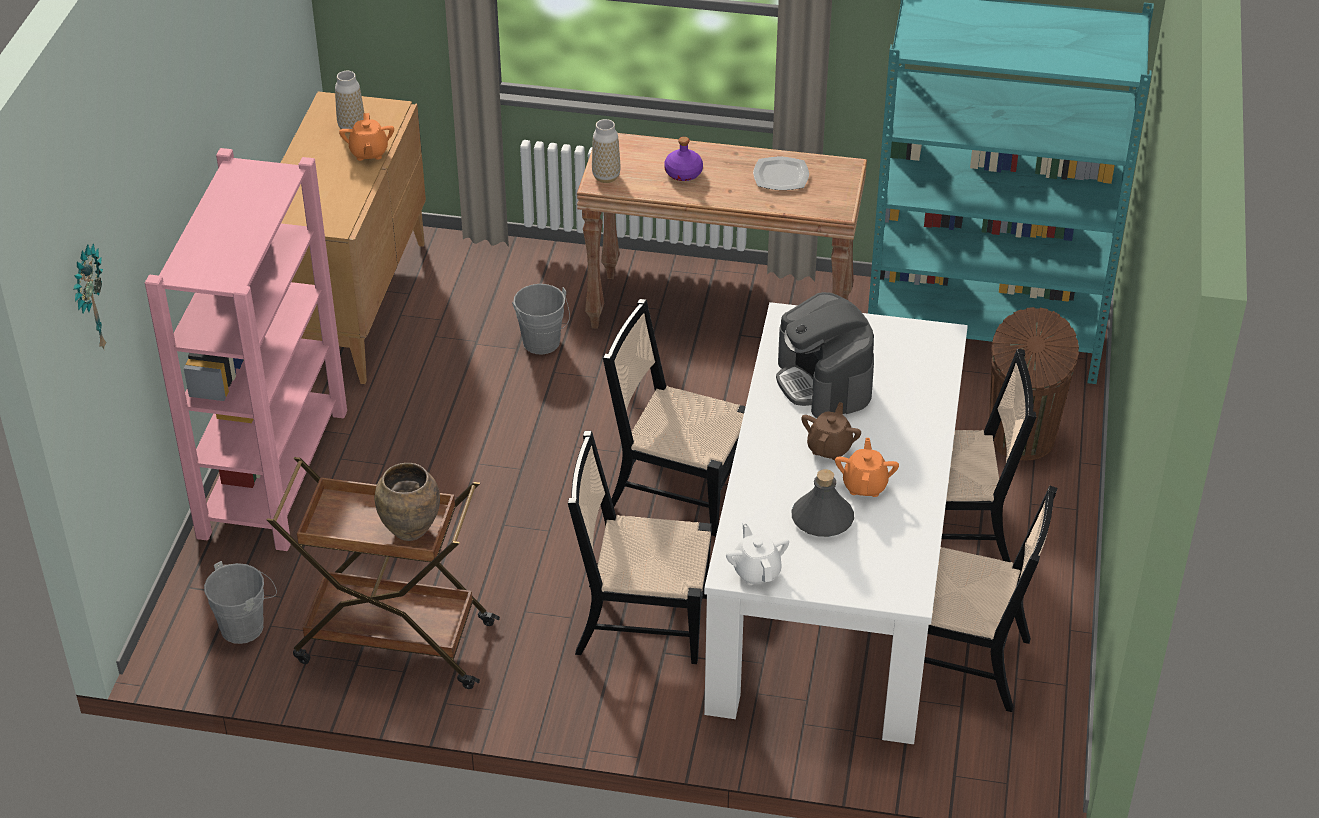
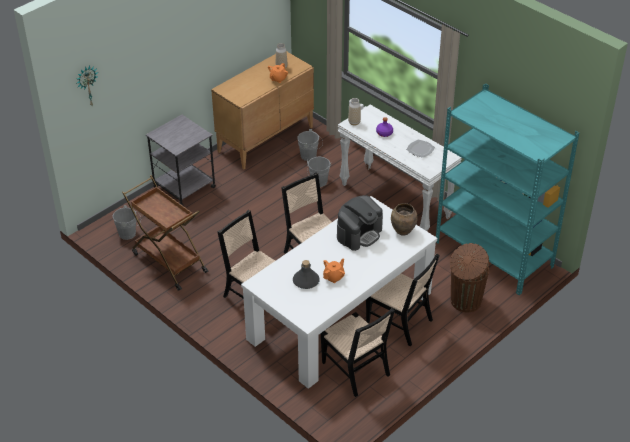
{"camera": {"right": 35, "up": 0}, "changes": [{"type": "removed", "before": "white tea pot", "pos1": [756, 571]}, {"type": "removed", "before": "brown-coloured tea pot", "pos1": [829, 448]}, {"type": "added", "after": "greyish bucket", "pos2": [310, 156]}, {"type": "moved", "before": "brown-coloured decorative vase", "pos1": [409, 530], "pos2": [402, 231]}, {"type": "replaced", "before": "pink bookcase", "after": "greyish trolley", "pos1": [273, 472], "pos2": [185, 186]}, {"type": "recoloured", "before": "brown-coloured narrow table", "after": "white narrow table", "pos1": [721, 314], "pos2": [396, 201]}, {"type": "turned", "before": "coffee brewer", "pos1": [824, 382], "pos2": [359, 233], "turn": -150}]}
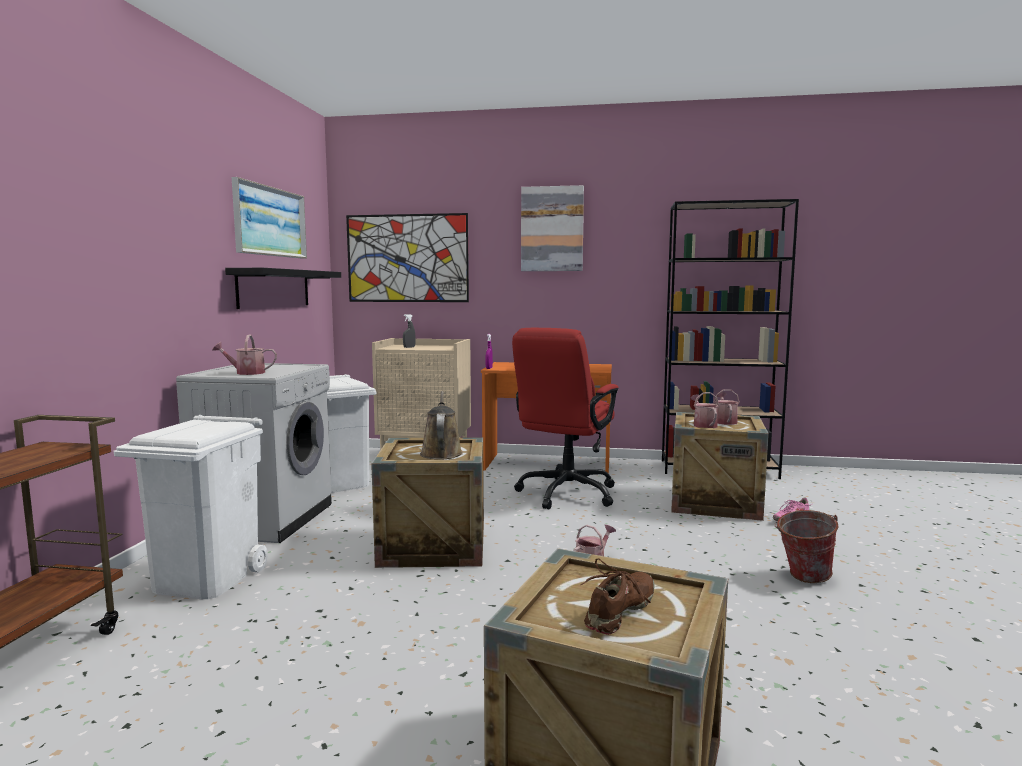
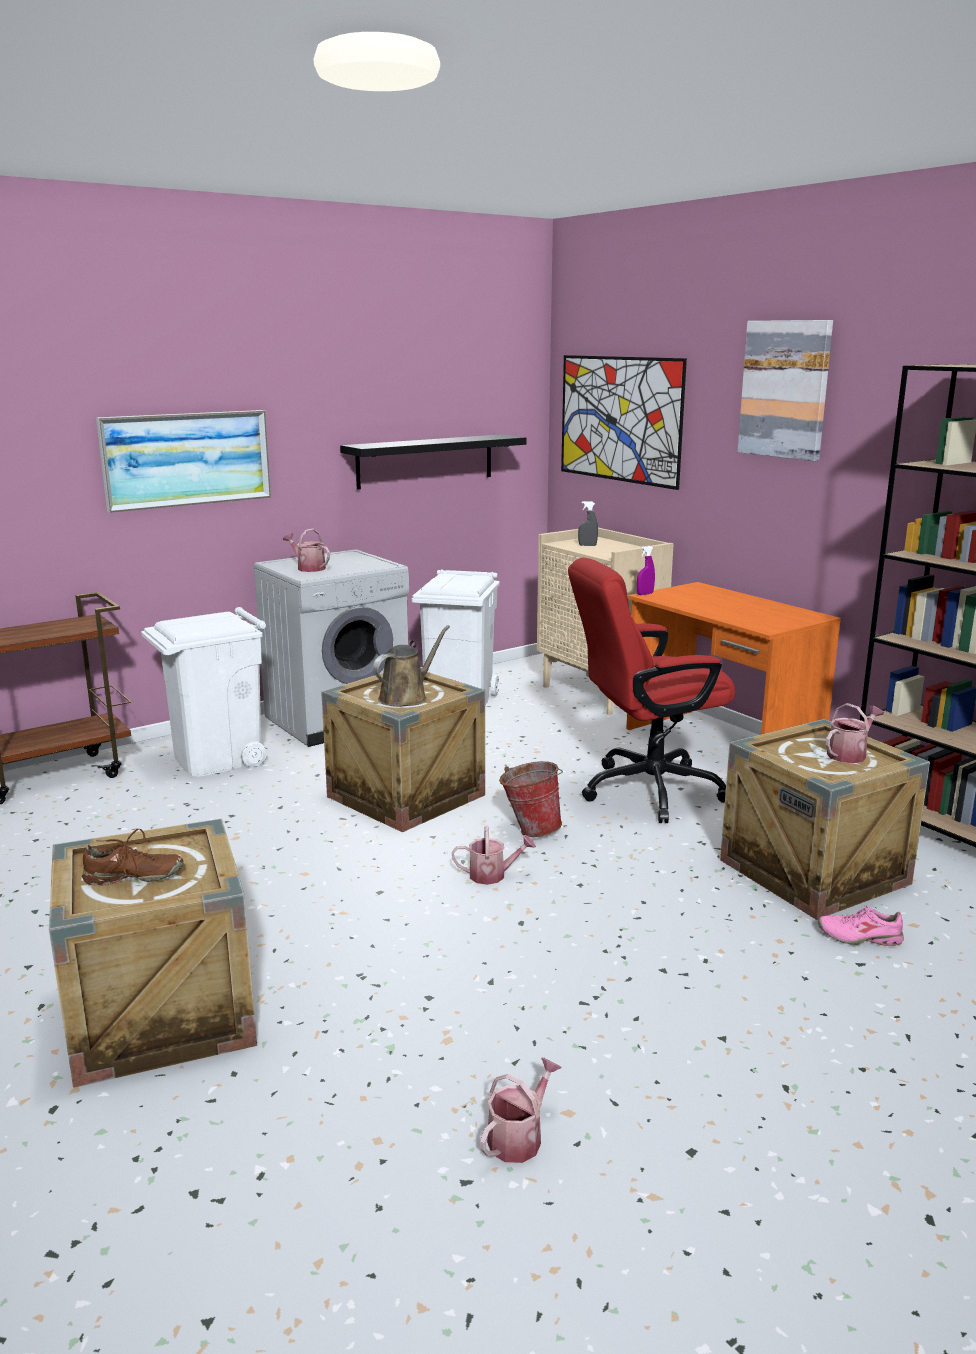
{"camera": {"right": 45, "up": 10}, "changes": [{"type": "moved", "before": "picture", "pos1": [270, 221], "pos2": [187, 459]}, {"type": "moved", "before": "watering pot", "pos1": [703, 425], "pos2": [519, 1137]}, {"type": "moved", "before": "bucket", "pos1": [802, 577], "pos2": [530, 829]}]}
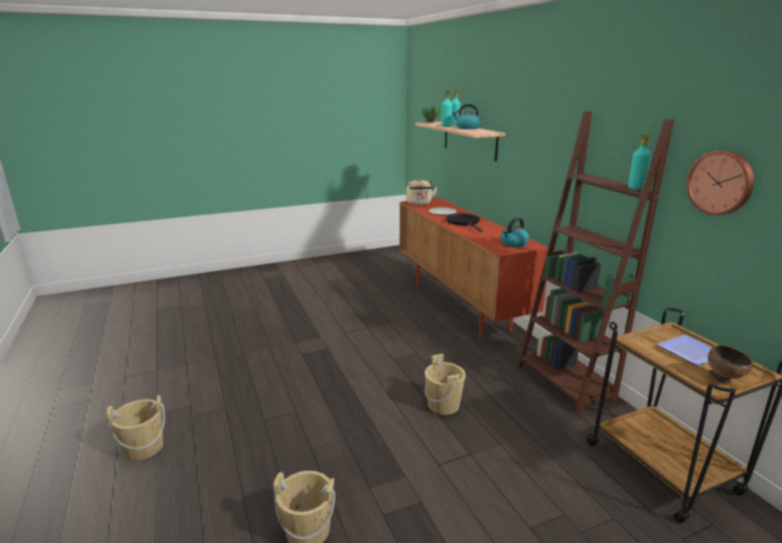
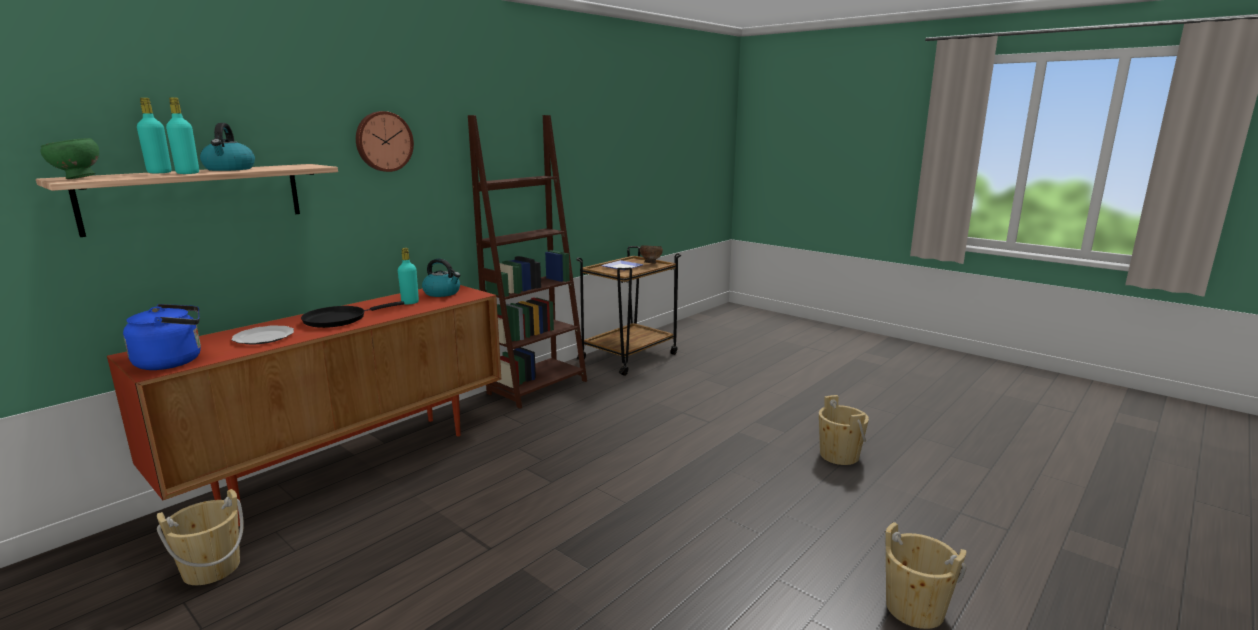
{"camera": {"right": -115, "up": -5}, "changes": [{"type": "moved", "before": "sand-coloured bucket", "pos1": [443, 405], "pos2": [211, 568]}, {"type": "moved", "before": "turquoise drink bottle", "pos1": [635, 188], "pos2": [410, 302]}, {"type": "moved", "before": "hanging clock", "pos1": [721, 182], "pos2": [383, 141]}, {"type": "recoloured", "before": "sand-coloured kettle", "after": "blue kettle", "pos1": [419, 204], "pos2": [173, 361]}]}
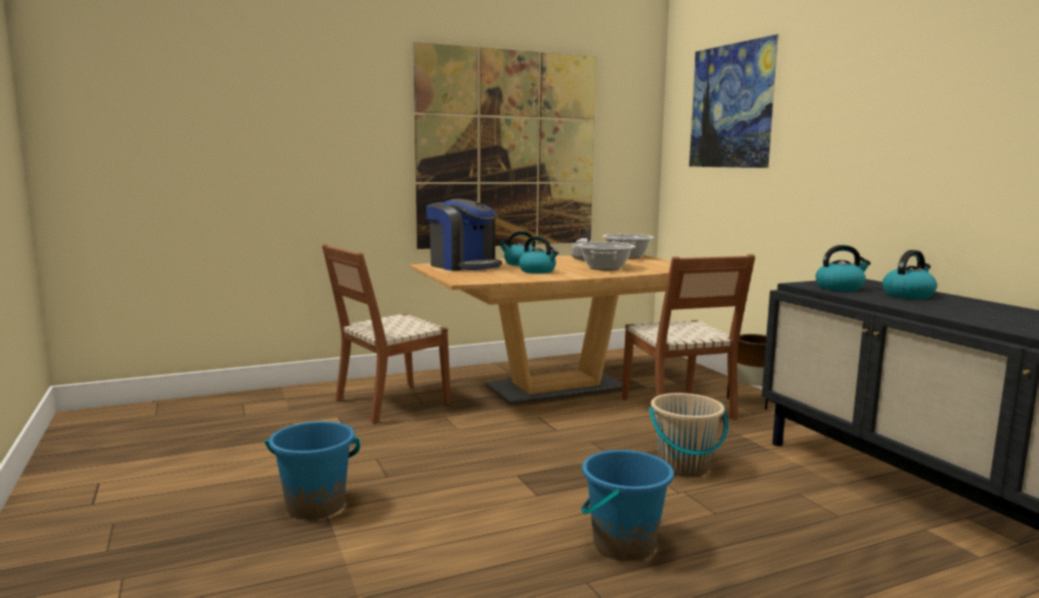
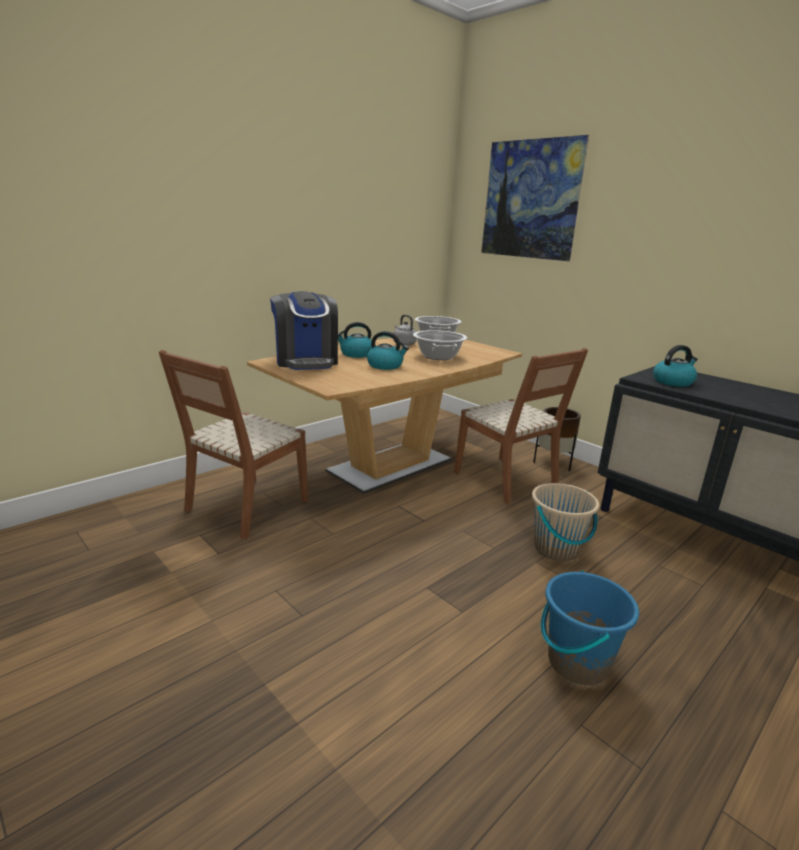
{"camera": {"right": -20, "up": 10}, "changes": [{"type": "removed", "before": "blue bucket", "pos1": [315, 506]}, {"type": "removed", "before": "picture", "pos1": [508, 150]}, {"type": "removed", "before": "kettle", "pos1": [908, 295]}, {"type": "turned", "before": "coffee brewer", "pos1": [464, 266], "pos2": [306, 361], "turn": 45}]}
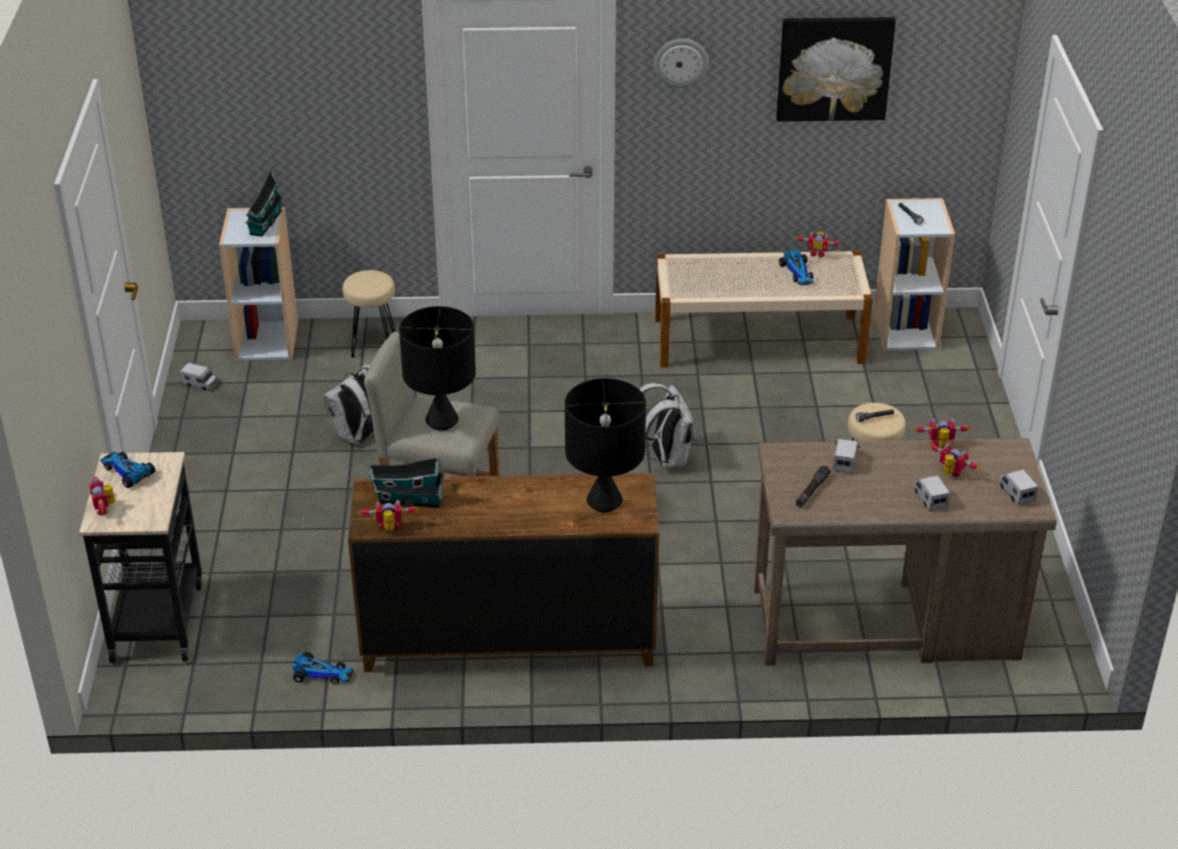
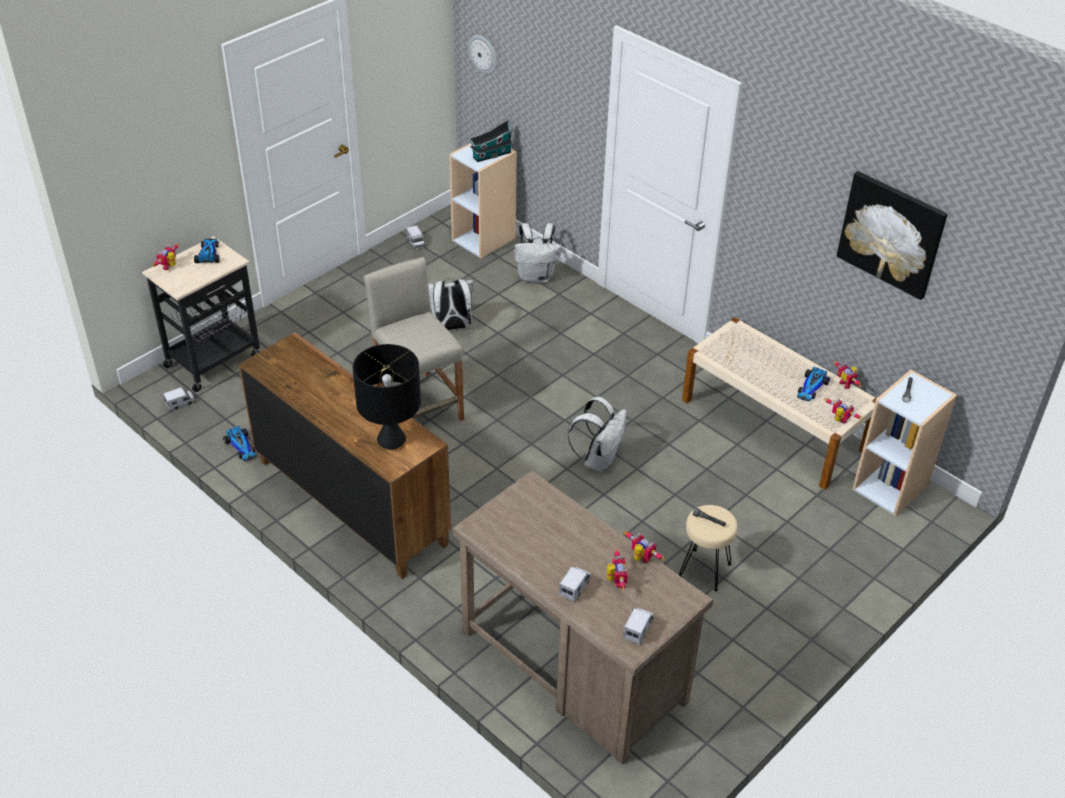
{"camera": {"right": 45, "up": 5}, "changes": [{"type": "removed", "before": "miniature house", "pos1": [408, 500]}, {"type": "removed", "before": "black lamp for a table", "pos1": [442, 422]}, {"type": "removed", "before": "black hand torch", "pos1": [811, 491]}, {"type": "moved", "before": "robot figure", "pos1": [389, 529], "pos2": [839, 421]}, {"type": "moved", "before": "hanging clock", "pos1": [681, 62], "pos2": [483, 54]}, {"type": "moved", "before": "toy truck", "pos1": [845, 461], "pos2": [180, 403]}, {"type": "replaced", "before": "sand-coloured stool seat", "after": "white backpack", "pos1": [373, 344], "pos2": [536, 276]}]}
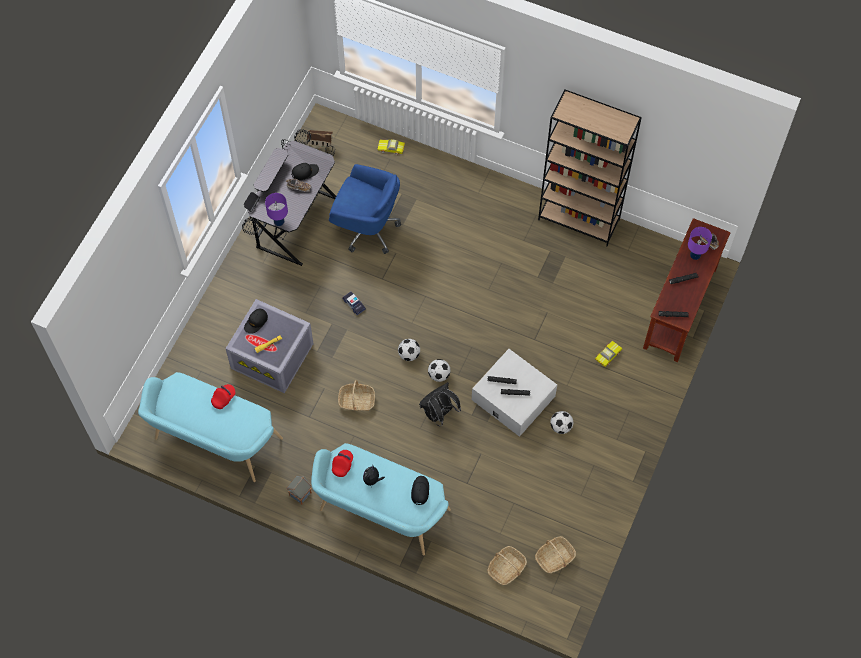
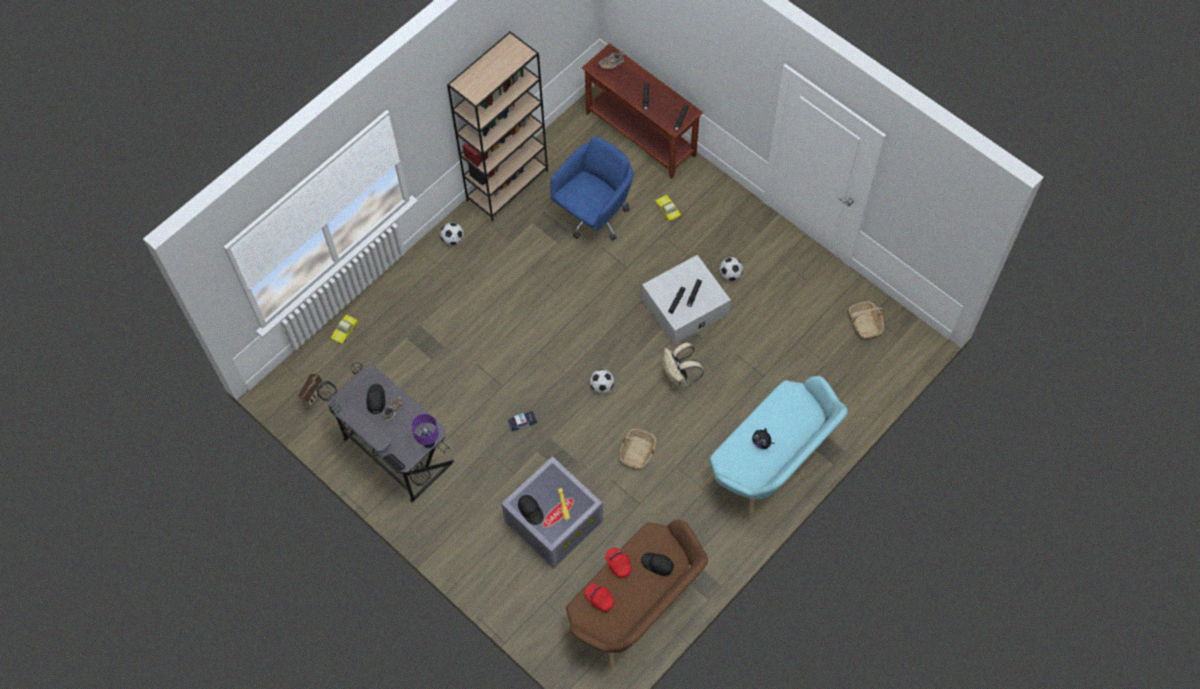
{"camera": {"right": -70, "up": 0}, "changes": [{"type": "removed", "before": "miniature house", "pos1": [300, 495]}, {"type": "removed", "before": "household basket", "pos1": [506, 568]}, {"type": "removed", "before": "purple-coloured lamp for a table", "pos1": [695, 256]}, {"type": "moved", "before": "blue desk chair", "pos1": [367, 230], "pos2": [594, 219]}, {"type": "moved", "before": "red cap", "pos1": [342, 465], "pos2": [599, 599]}, {"type": "moved", "before": "black cap", "pos1": [420, 491], "pos2": [657, 564]}, {"type": "moved", "before": "football", "pos1": [439, 375], "pos2": [453, 240]}, {"type": "recoloured", "before": "turquoise long seat", "after": "brown-coloured long seat", "pos1": [214, 442], "pos2": [637, 609]}, {"type": "recoloured", "before": "black backpack", "after": "sand-coloured backpack", "pos1": [439, 413], "pos2": [679, 378]}]}
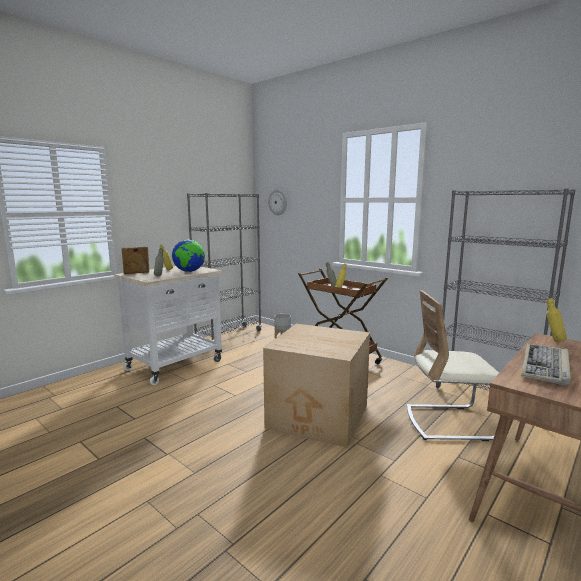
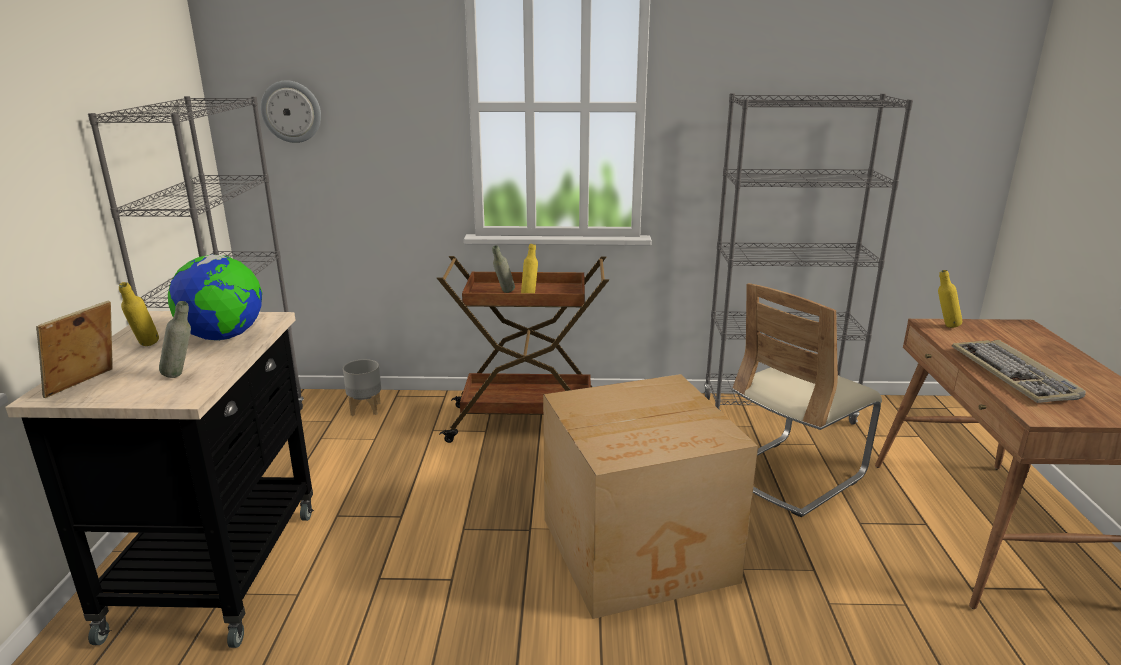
{"camera": {"right": -40, "up": 10}, "changes": [{"type": "recoloured", "before": "white trolley", "after": "black trolley", "pos1": [175, 365], "pos2": [216, 570]}]}
